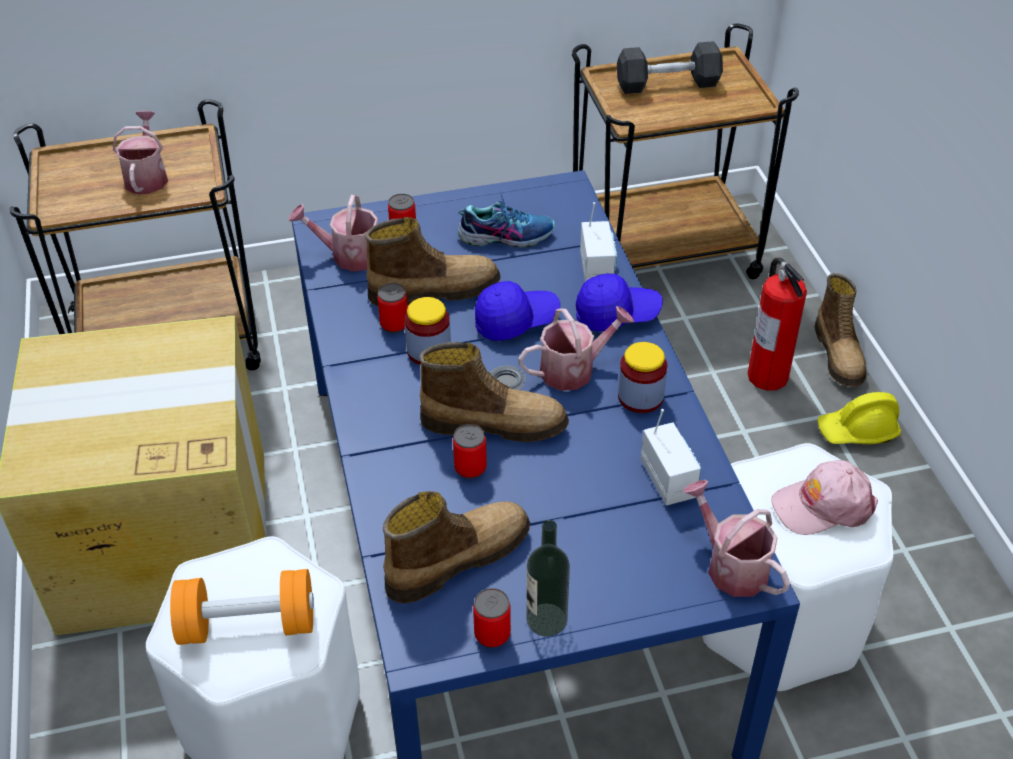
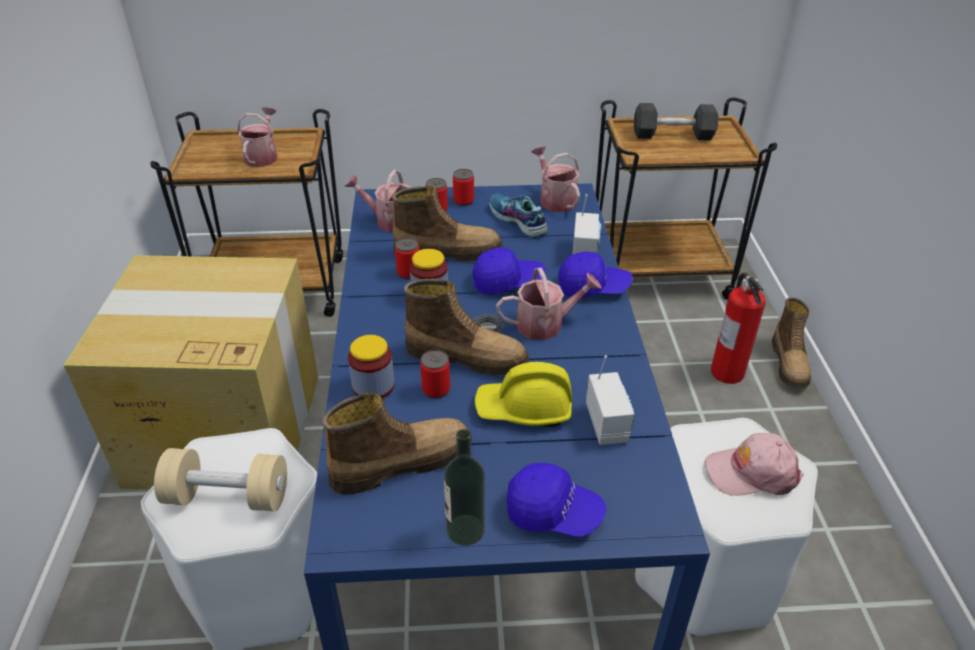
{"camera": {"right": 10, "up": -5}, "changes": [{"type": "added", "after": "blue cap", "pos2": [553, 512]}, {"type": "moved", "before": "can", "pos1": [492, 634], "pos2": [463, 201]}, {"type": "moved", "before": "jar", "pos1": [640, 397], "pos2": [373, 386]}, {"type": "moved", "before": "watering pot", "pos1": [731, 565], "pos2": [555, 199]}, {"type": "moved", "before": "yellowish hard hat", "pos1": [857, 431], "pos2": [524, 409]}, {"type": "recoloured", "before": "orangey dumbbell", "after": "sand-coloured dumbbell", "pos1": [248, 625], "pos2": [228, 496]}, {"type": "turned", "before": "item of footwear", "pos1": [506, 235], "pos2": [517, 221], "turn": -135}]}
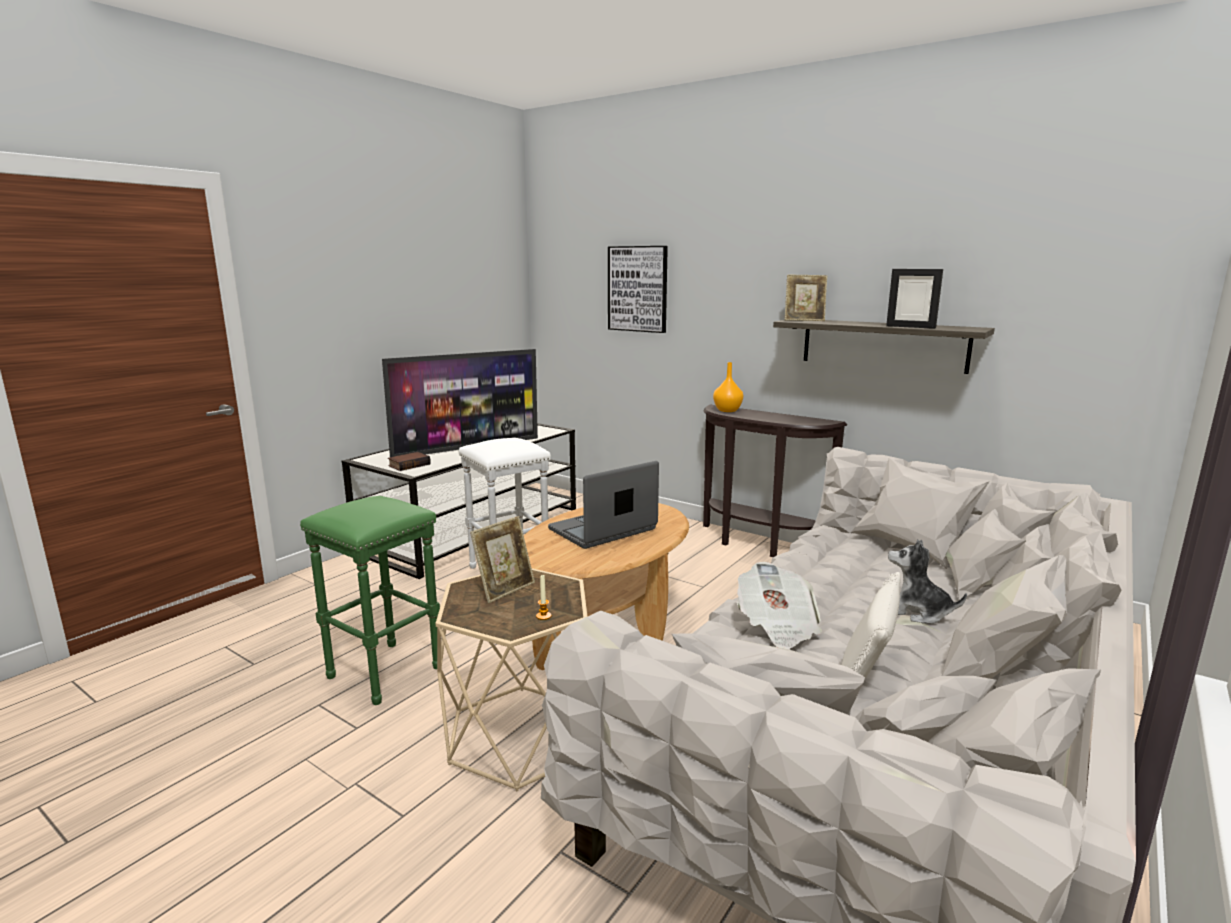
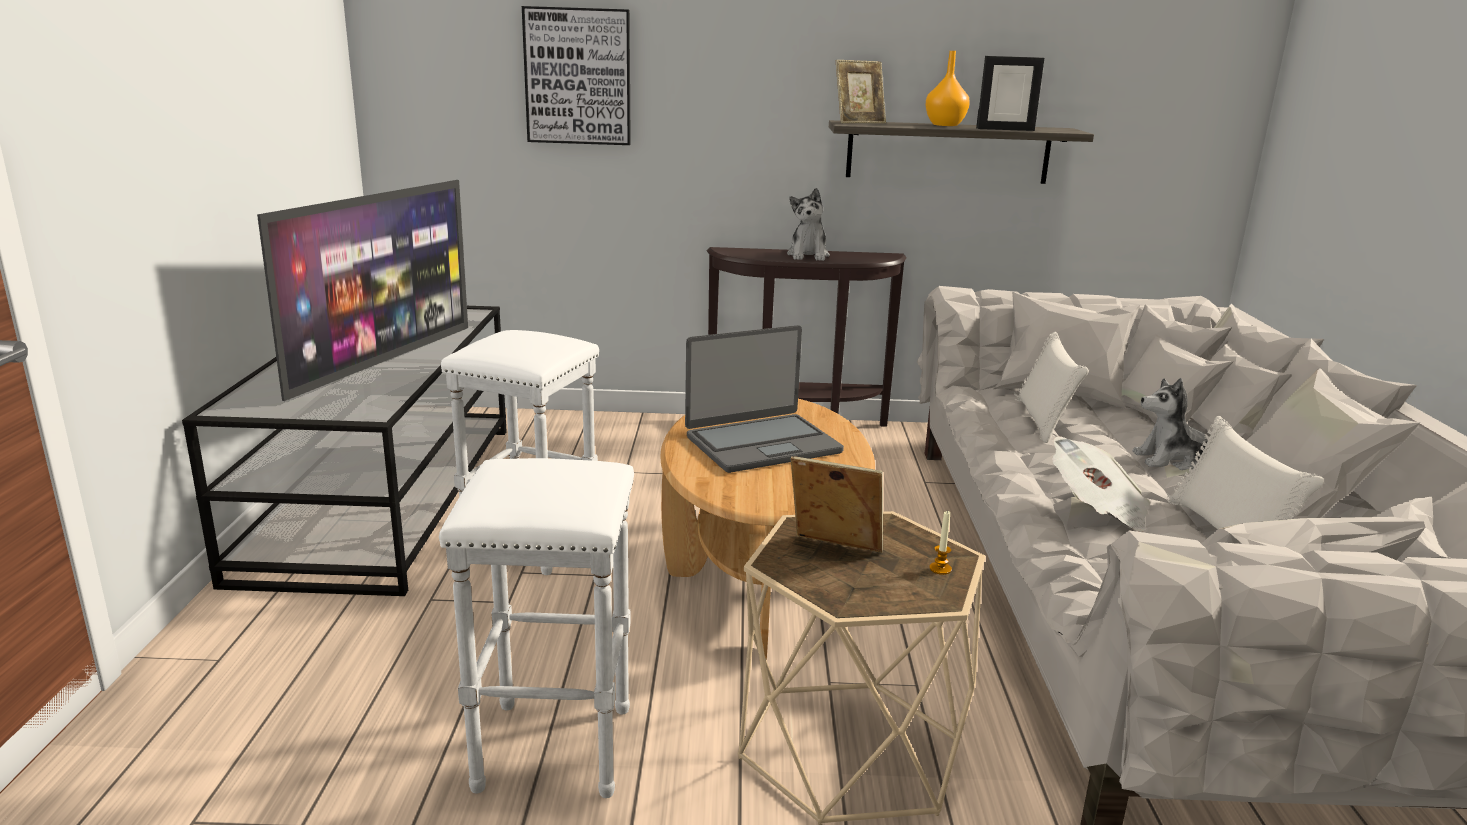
{"camera": {"right": -35, "up": 5}, "changes": [{"type": "removed", "before": "bound book", "pos1": [409, 465]}, {"type": "added", "after": "cuddly toy", "pos2": [808, 255]}, {"type": "added", "after": "white throw pillow", "pos2": [1044, 421]}, {"type": "moved", "before": "orangey decorative vase", "pos1": [728, 410], "pos2": [946, 125]}, {"type": "recoloured", "before": "green stool seat", "after": "white stool seat", "pos1": [385, 670], "pos2": [551, 745]}, {"type": "turned", "before": "standing frame", "pos1": [505, 589], "pos2": [834, 550], "turn": -75}, {"type": "turned", "before": "portable computer", "pos1": [603, 530], "pos2": [762, 444], "turn": -135}]}
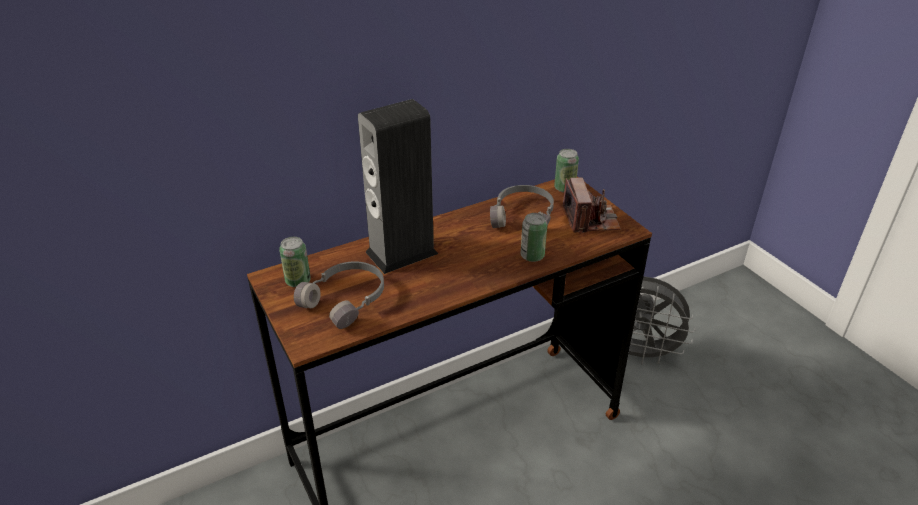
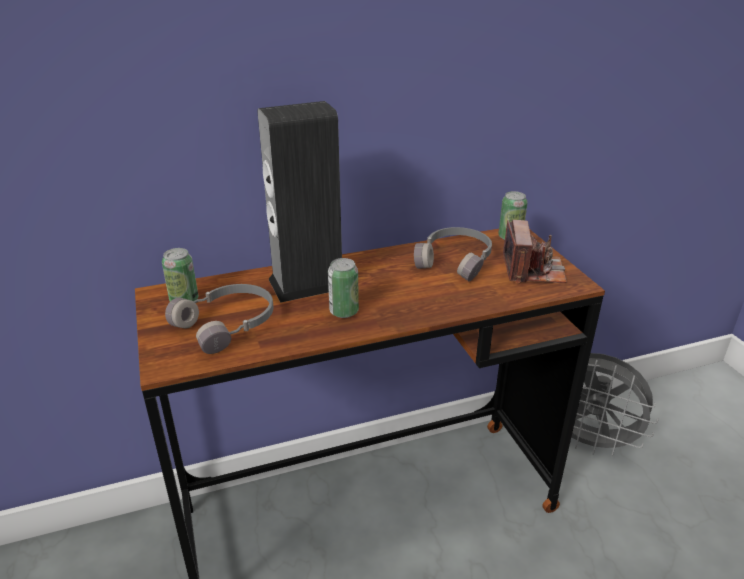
{"camera": {"right": 10, "up": -5}, "changes": [{"type": "moved", "before": "can", "pos1": [532, 256], "pos2": [344, 312]}]}
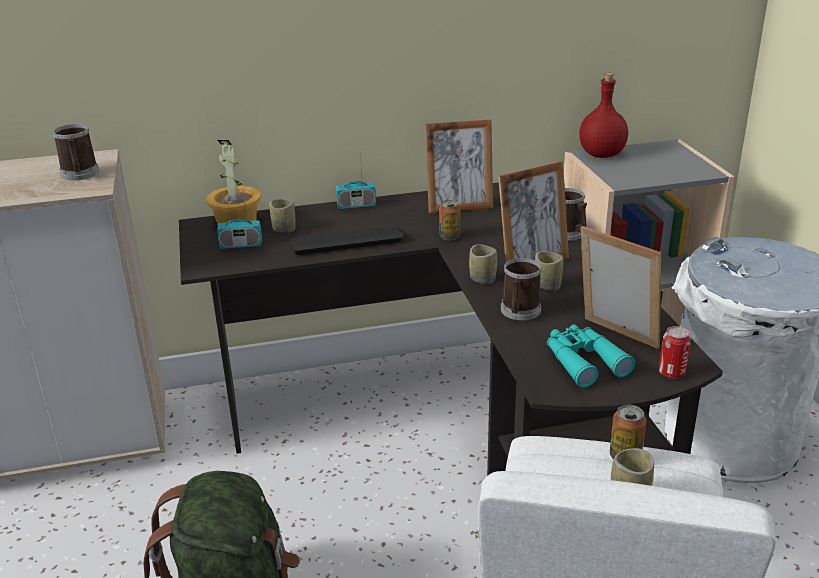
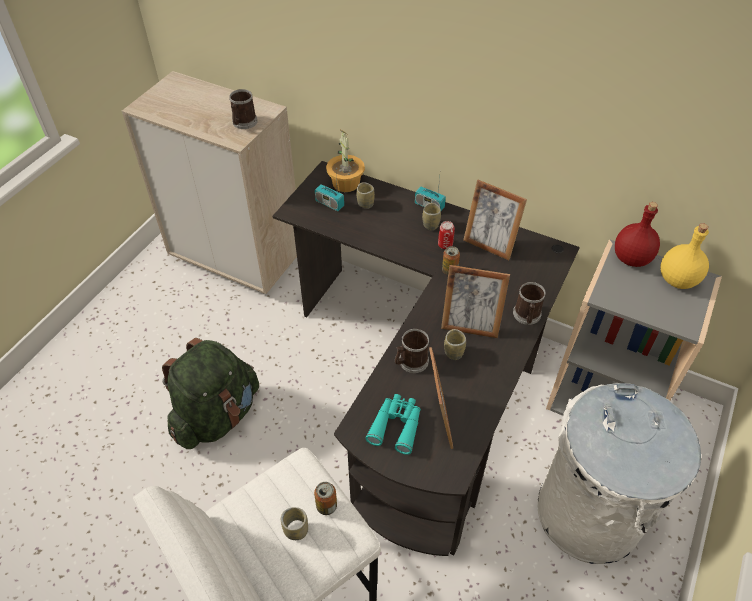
{"camera": {"right": 40, "up": 20}, "changes": [{"type": "removed", "before": "computer keyboard", "pos1": [345, 241]}, {"type": "added", "after": "yellowish drink bottle", "pos2": [677, 280]}, {"type": "moved", "before": "small cup", "pos1": [482, 279], "pos2": [430, 225]}, {"type": "moved", "before": "can", "pos1": [671, 373], "pos2": [445, 245]}]}
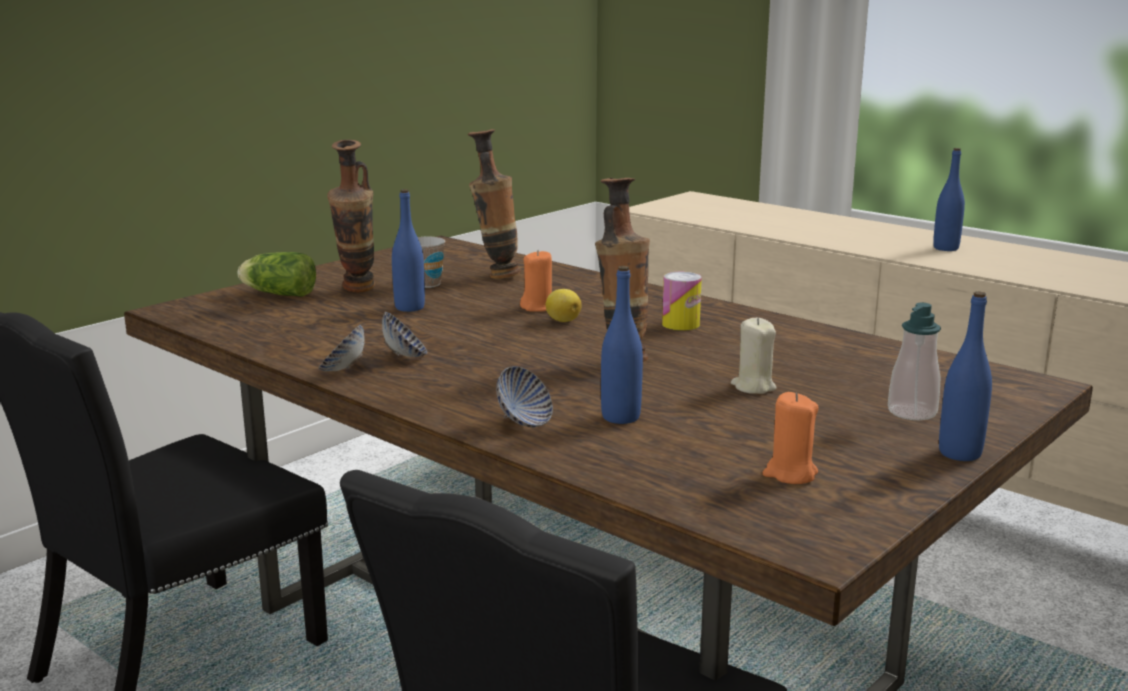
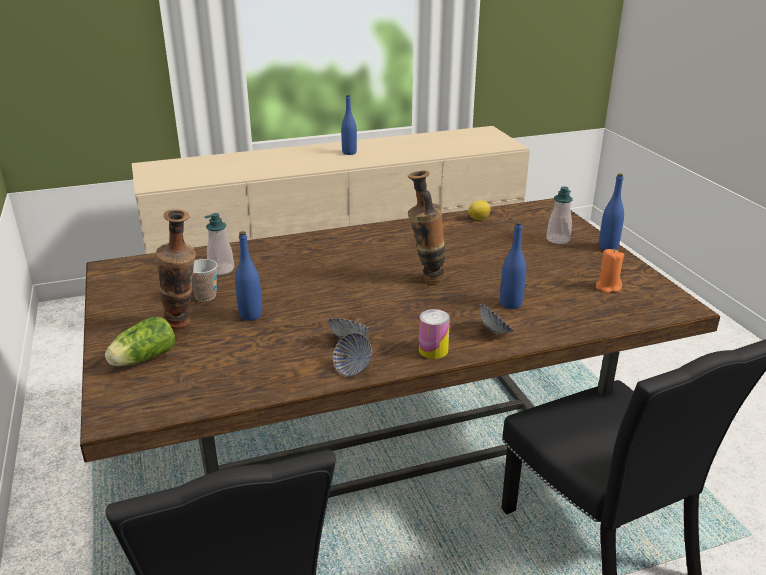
{"camera": {"right": -60, "up": 10}, "changes": [{"type": "removed", "before": "orangey candle", "pos1": [538, 307]}, {"type": "removed", "before": "sand-coloured candle", "pos1": [753, 387]}, {"type": "moved", "before": "whole lemon", "pos1": [562, 320], "pos2": [478, 219]}, {"type": "moved", "before": "can", "pos1": [680, 324], "pos2": [433, 350]}, {"type": "replaced", "before": "decorative vase", "after": "soap bottle", "pos1": [496, 275], "pos2": [221, 269]}]}
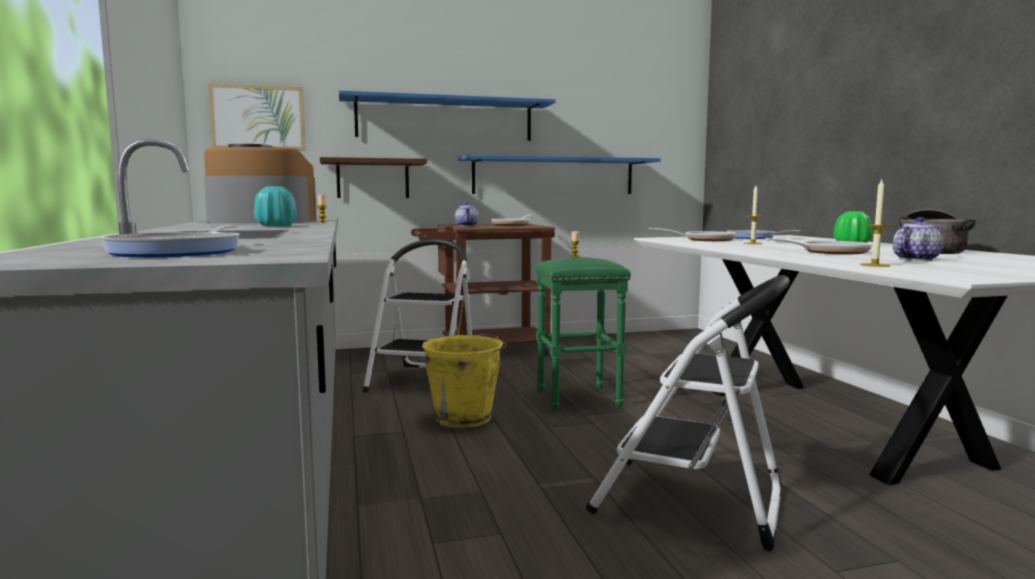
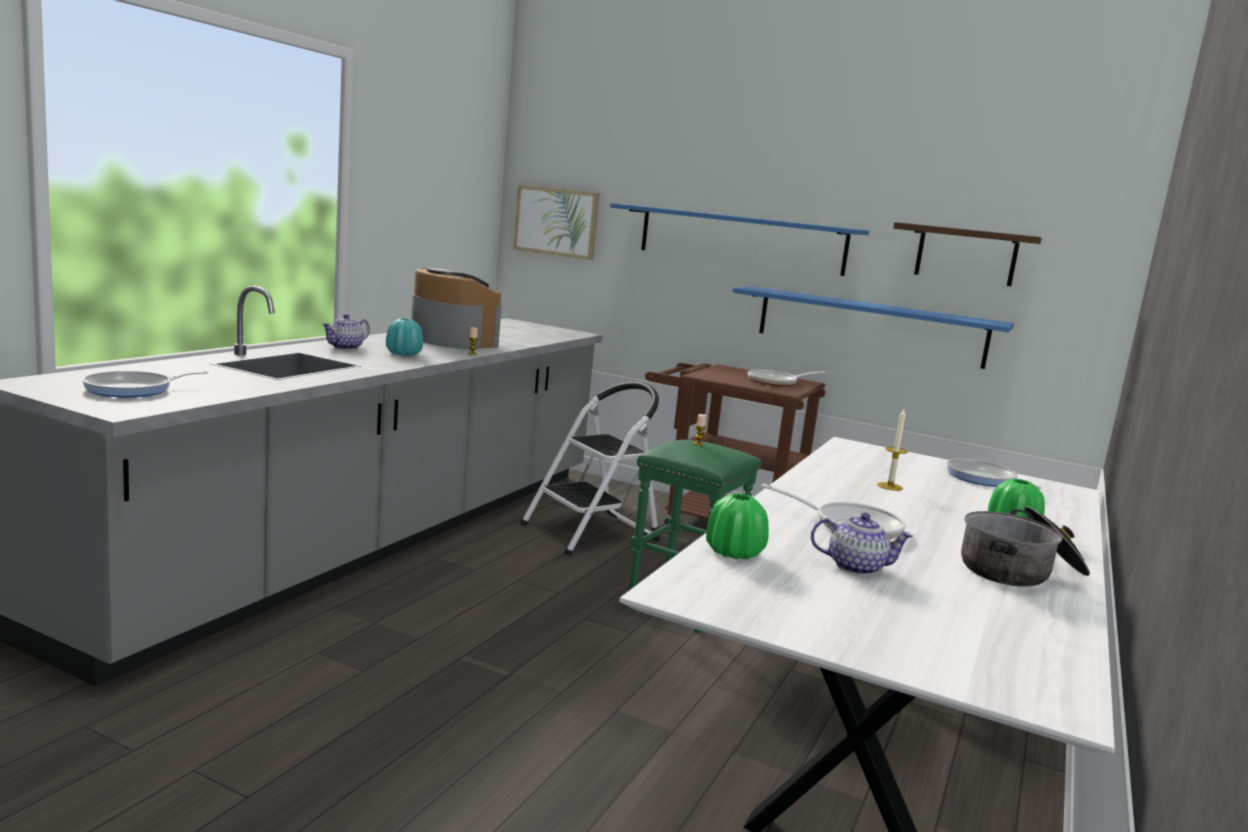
{"camera": {"right": 40, "up": 5}, "changes": [{"type": "removed", "before": "yellowish bucket", "pos1": [465, 417]}, {"type": "removed", "before": "stepladder", "pos1": [694, 502]}, {"type": "removed", "before": "skillet", "pos1": [704, 240]}, {"type": "moved", "before": "bracket shelf", "pos1": [373, 179], "pos2": [966, 255]}, {"type": "moved", "before": "tea pot", "pos1": [467, 225], "pos2": [345, 347]}, {"type": "replaced", "before": "candle", "after": "green decorative vase", "pos1": [874, 265], "pos2": [734, 553]}]}
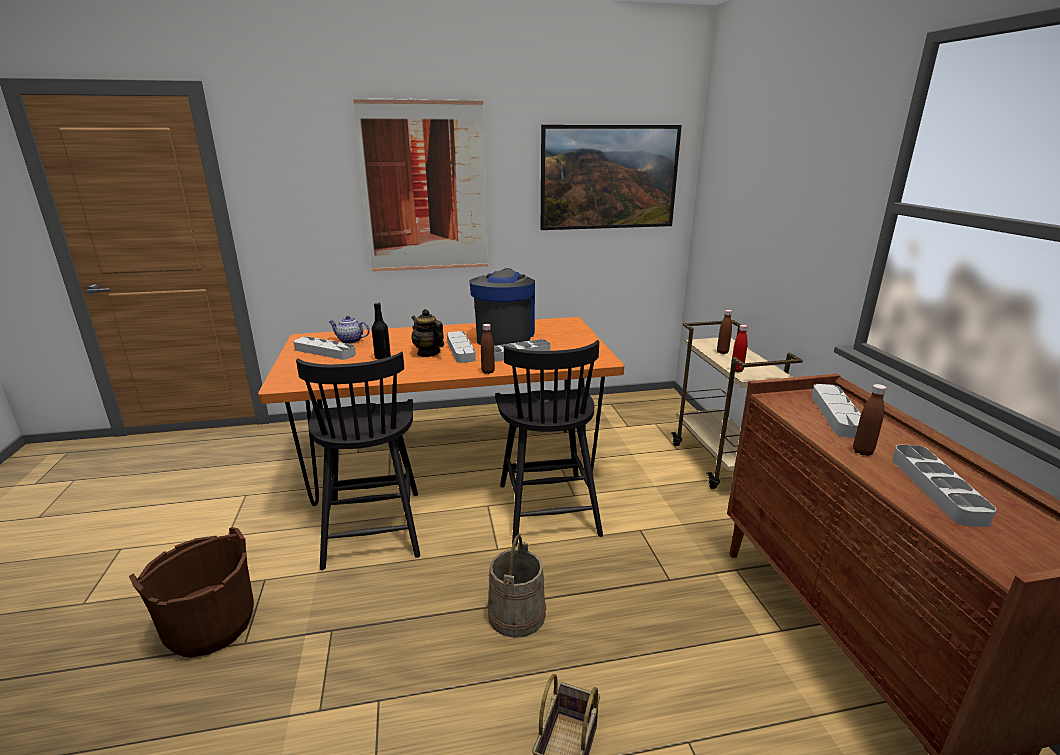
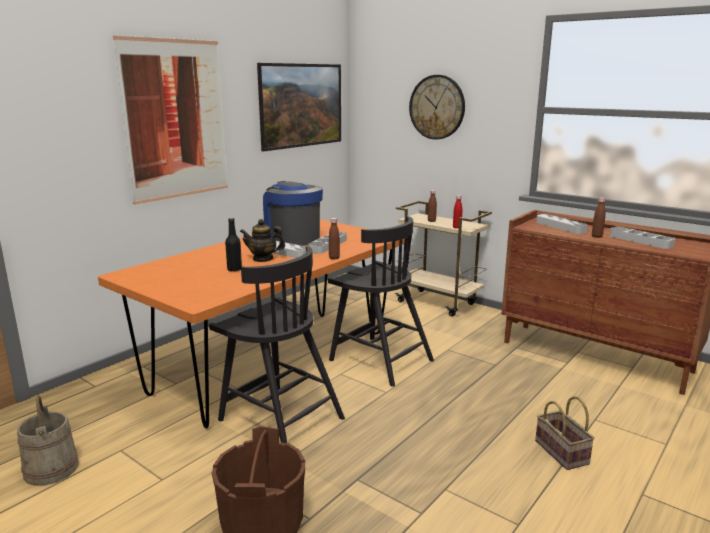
{"camera": {"right": -40, "up": -5}, "changes": [{"type": "removed", "before": "greyish serving tray", "pos1": [325, 352]}, {"type": "removed", "before": "tea pot", "pos1": [350, 340]}, {"type": "added", "after": "hanging clock", "pos2": [437, 107]}, {"type": "moved", "before": "sand-coloured bucket", "pos1": [517, 614], "pos2": [51, 469]}]}
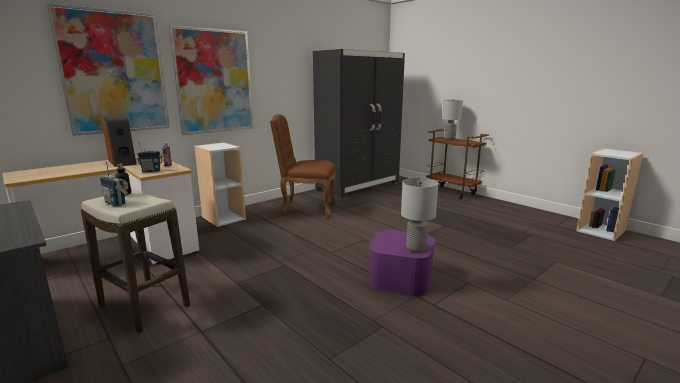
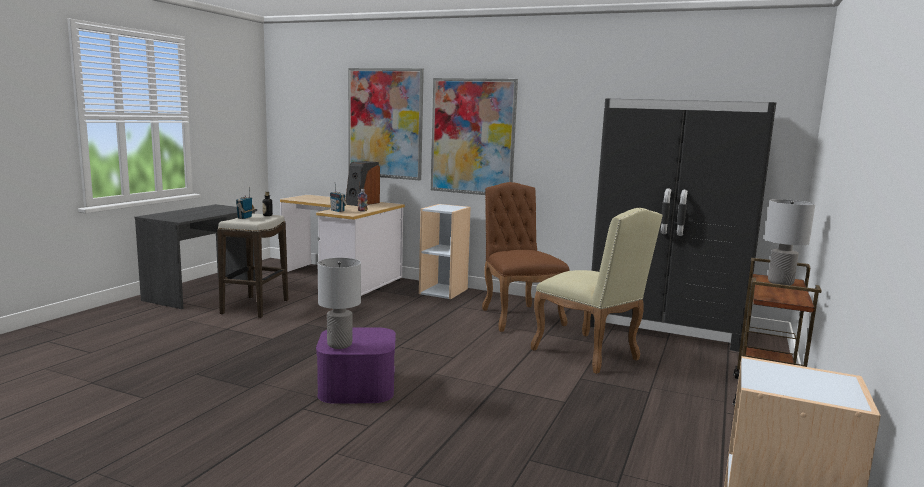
{"camera": {"right": 65, "up": -5}, "changes": [{"type": "added", "after": "sand-coloured chair", "pos2": [589, 354]}]}
